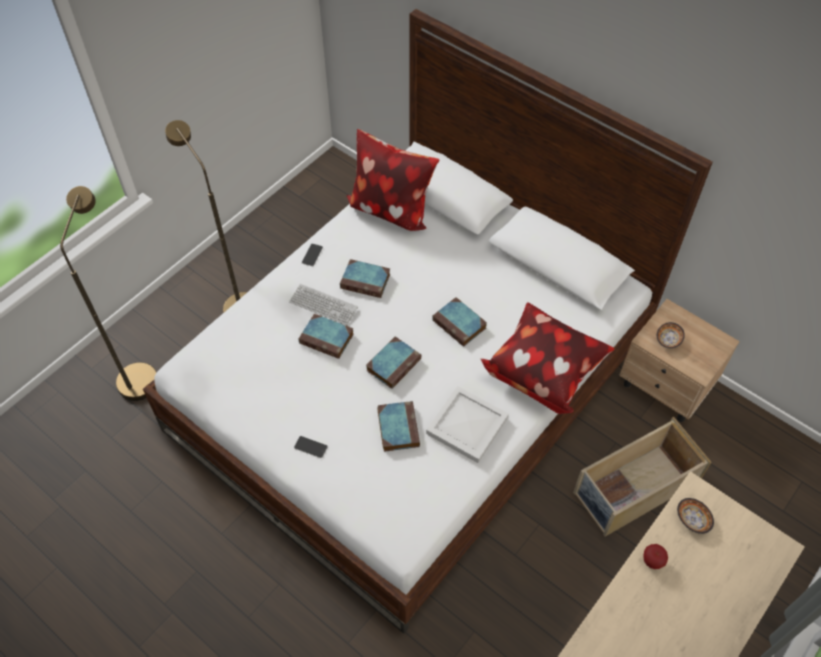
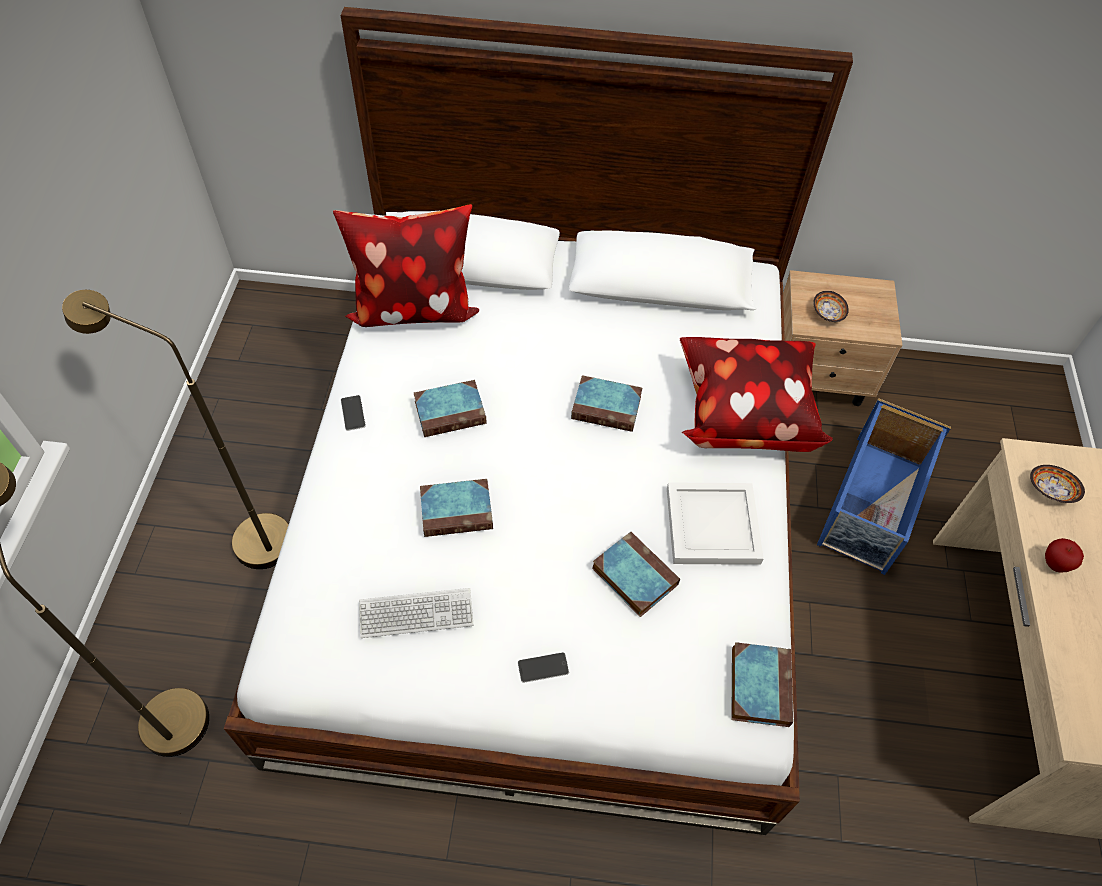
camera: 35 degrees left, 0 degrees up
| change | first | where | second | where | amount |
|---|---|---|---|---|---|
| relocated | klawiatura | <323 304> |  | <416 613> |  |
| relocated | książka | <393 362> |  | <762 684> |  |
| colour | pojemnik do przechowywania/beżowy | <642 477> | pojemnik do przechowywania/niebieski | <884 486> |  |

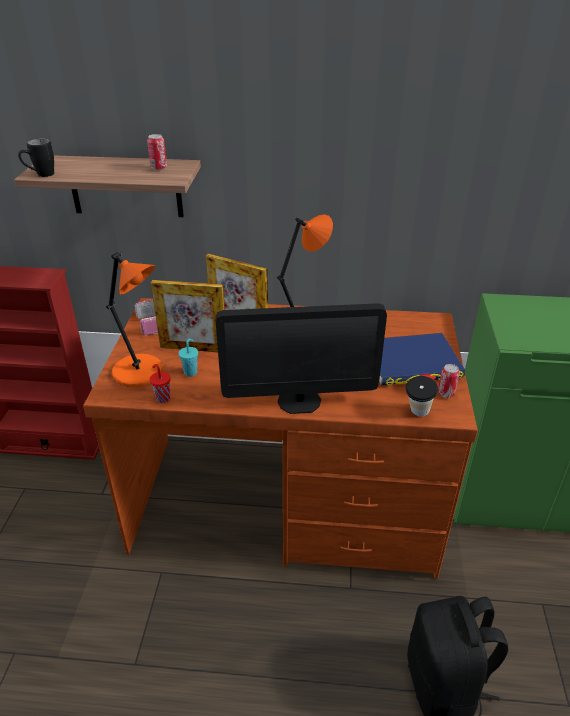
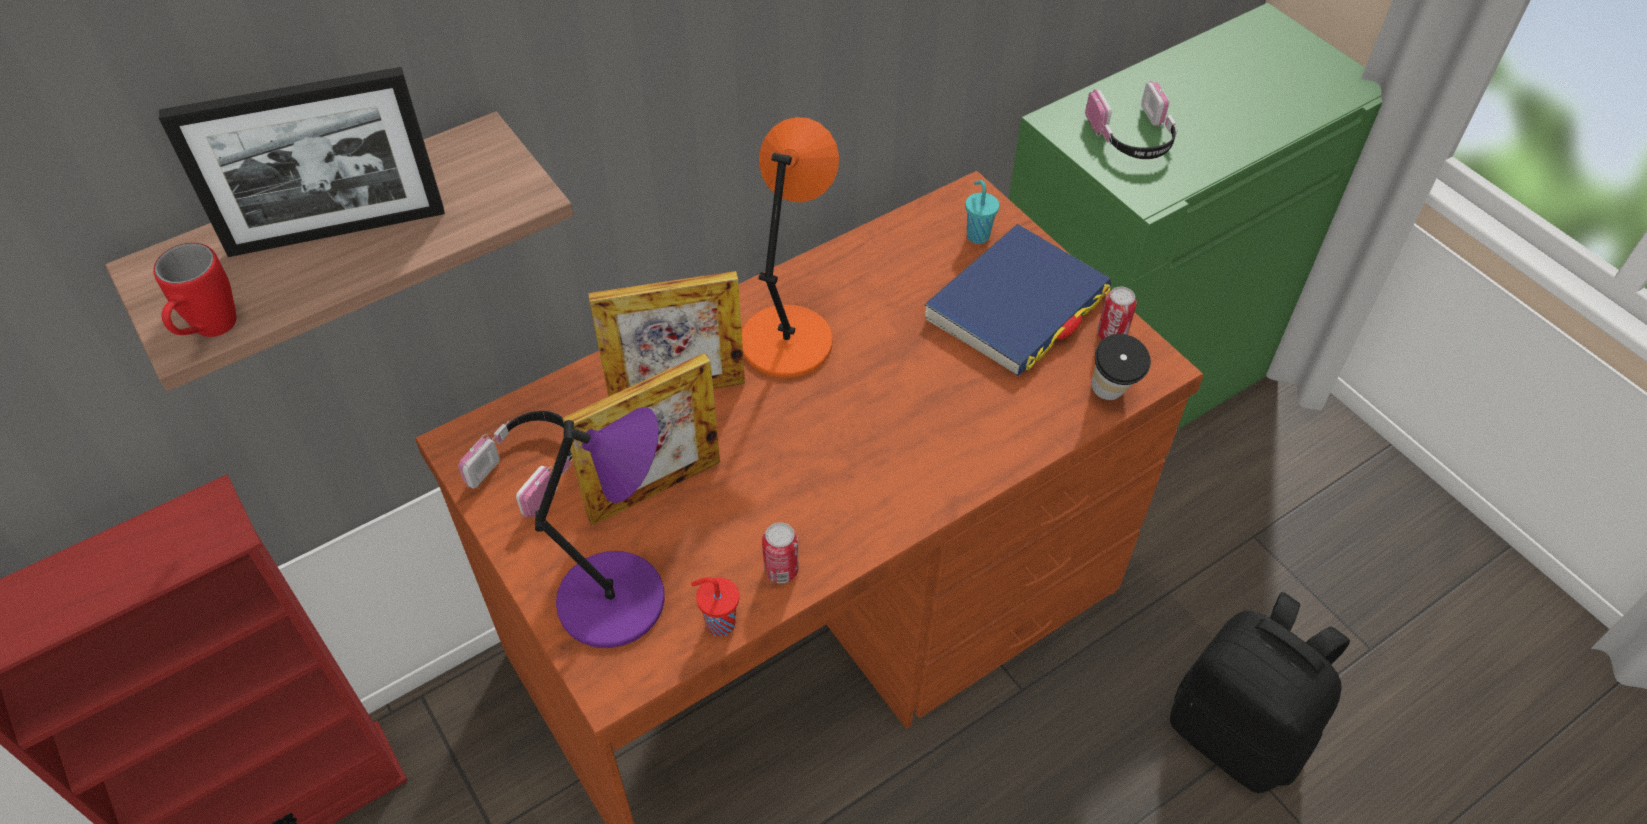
camera: 40 degrees left, 15 degrees up
| change | first | where | second | where | amount |
|---|---|---|---|---|---|
| missing | monitor | <301 358> |  |  |  |
| appeared |  |  | ramka na zdjęcie | <302 162> |  |
| appeared |  |  | słuchawki | <1131 120> |  |
| relocated | puszka | <157 152> |  | <780 552> |  |
| relocated | filiżanka/turkusowy | <188 357> |  | <982 212> |  |
| colour | kubek/czarny | <36 157> | kubek/czerwony | <195 290> |  |
| colour | lampa stołowa/pomarańczowy | <134 319> | lampa stołowa/fioletowy | <600 527> |  |

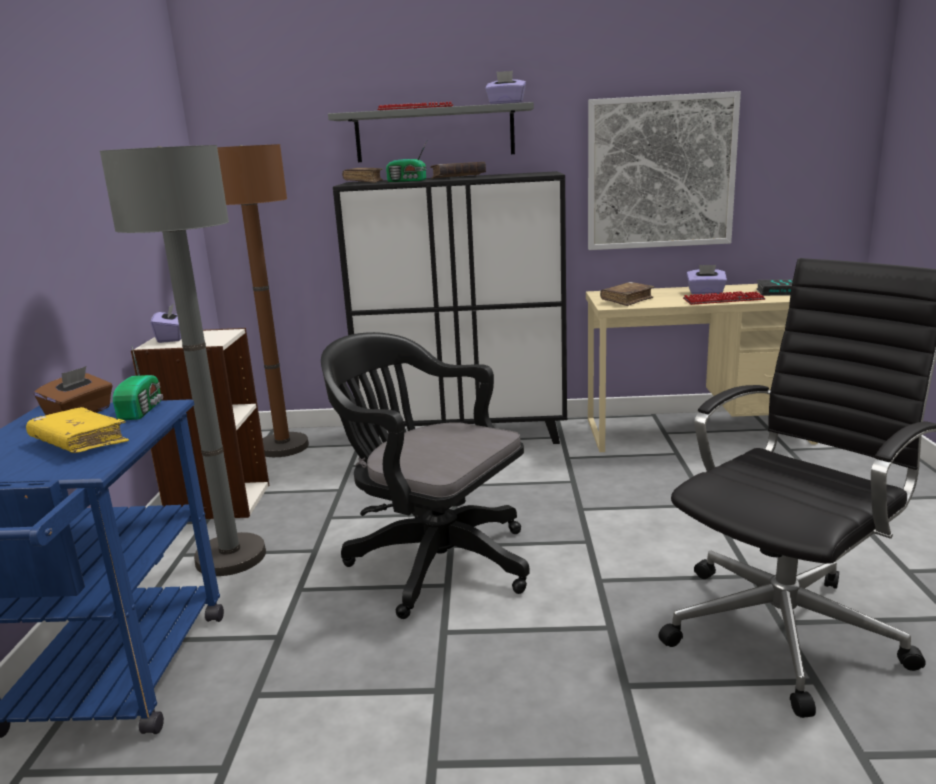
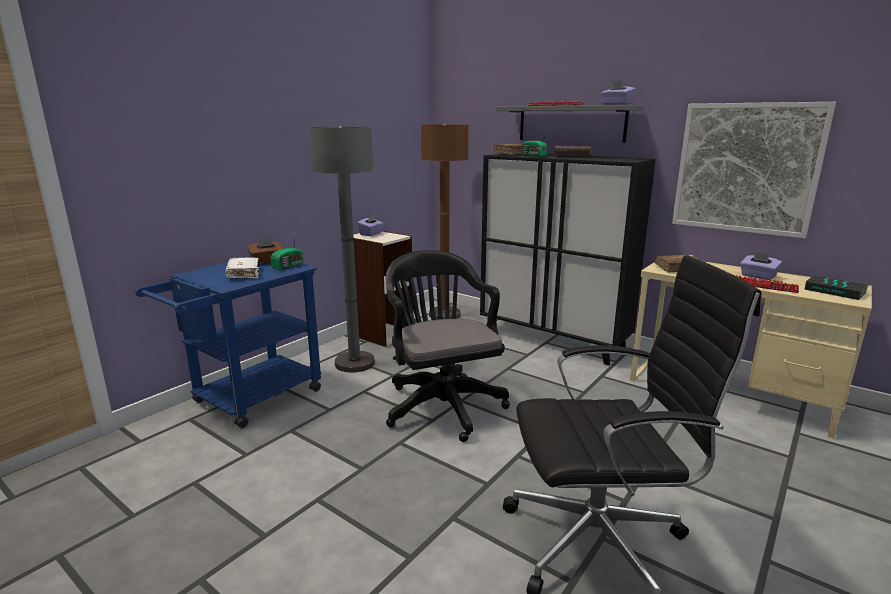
camera: 35 degrees right, 0 degrees up
| change | first | where | second | where | amount |
|---|---|---|---|---|---|
| colour | książka/żółty | <77 430> | książka/biały | <242 268> |  |

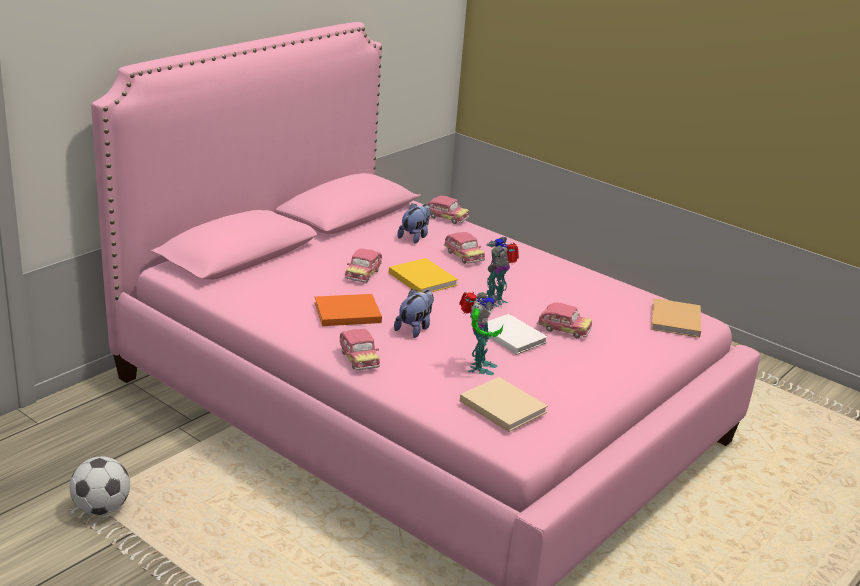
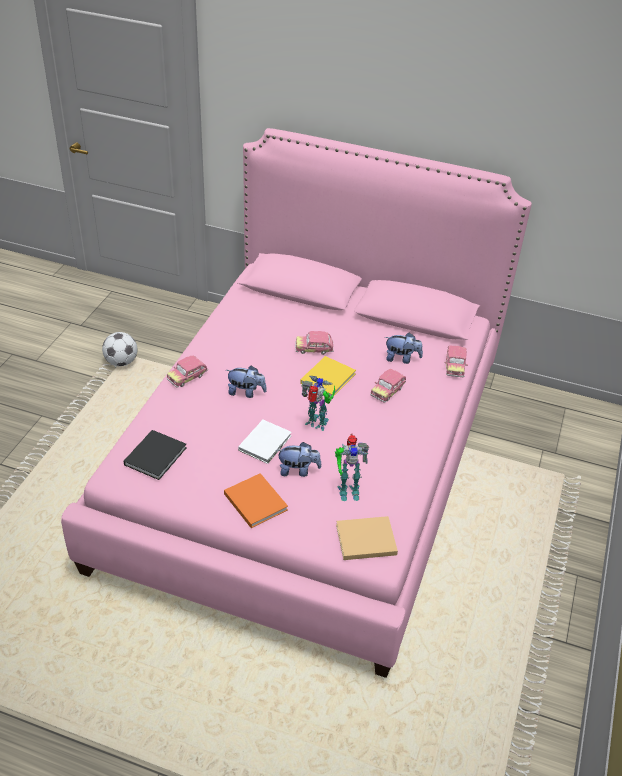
camera: 70 degrees right, 15 degrees up
| change | first | where | second | where | amount |
|---|---|---|---|---|---|
| relocated | książka/pomarańczowy | <348 310> |  | <256 500> |  |
| relocated | robot zabawkowy | <481 333> |  | <352 467> |  |
| exchanged | samochodzik | <564 320> | pluszak | <299 459> |  |
| colour | książka/beżowy | <504 404> | książka/czarny | <155 455> |  |

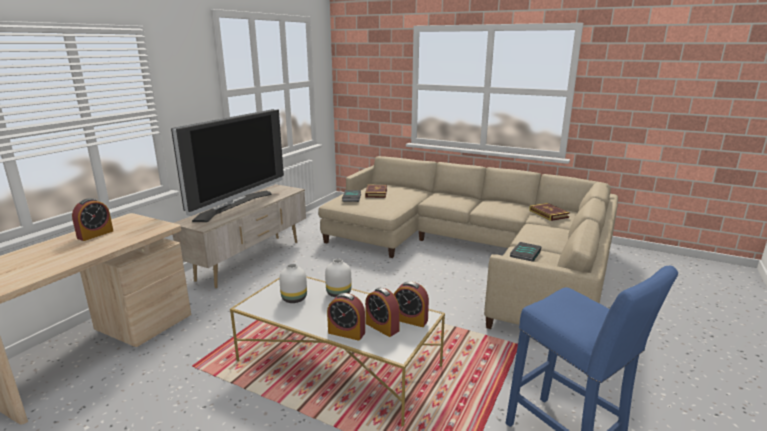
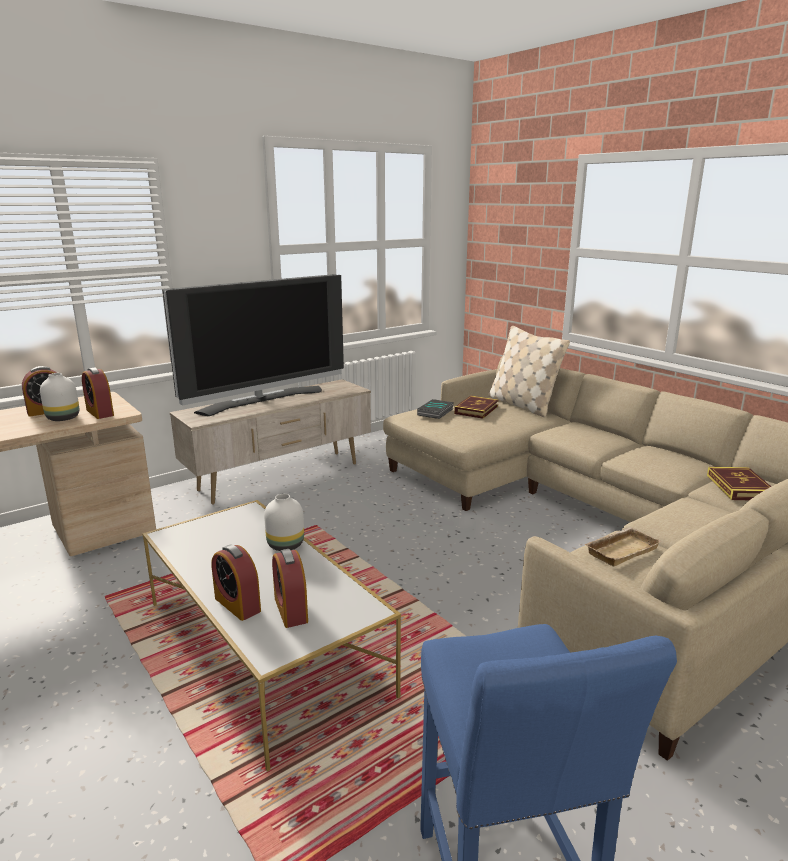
camera: 25 degrees right, 0 degrees up
| change | first | where | second | where | amount |
|---|---|---|---|---|---|
| appeared |  |  | poduszka/beżowy | <529 371> |  |
| relocated | wazon/biały | <293 283> |  | <59 397> |  |
| relocated | budzik | <411 304> |  | <98 393> |  |
| exchanged | książka | <526 252> | taca/beżowy | <622 546> |  |

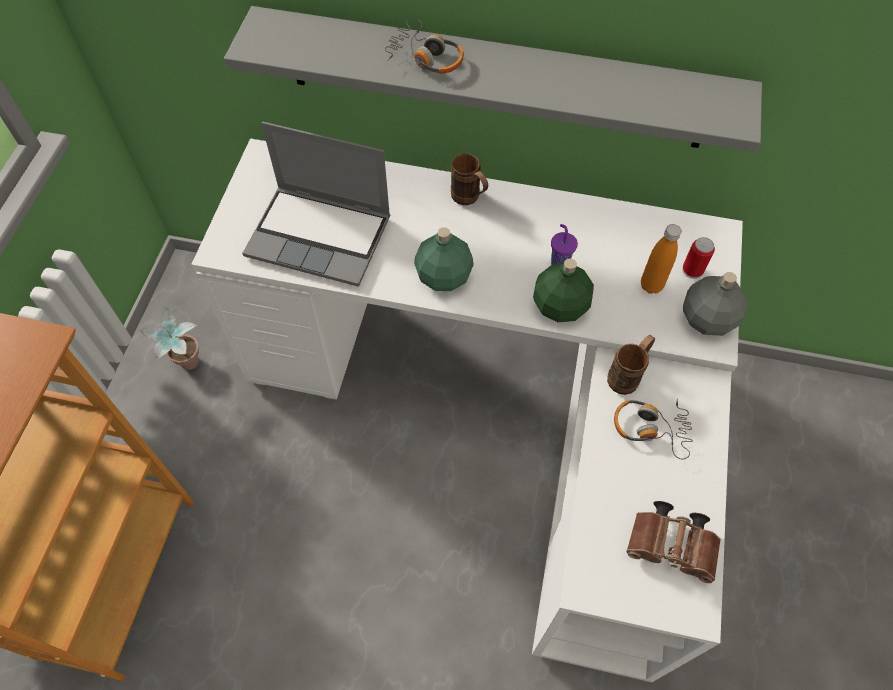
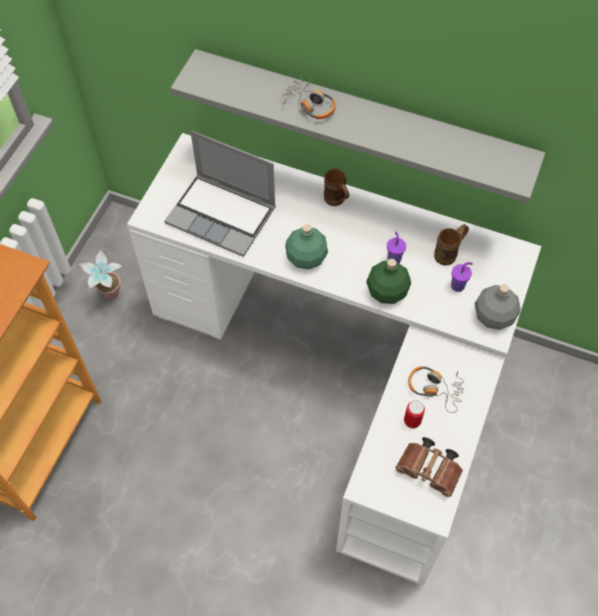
camera: 10 degrees right, 0 degrees up
| change | first | where | second | where | amount |
|---|---|---|---|---|---|
| relocated | kubek/brązowy | <631 365> |  | <451 244> |  |
| relocated | puszka | <698 258> |  | <414 414> |  |
| exchanged | butelka/pomarańczowy | <661 259> | filiżanka/fioletowy | <462 277> |  |

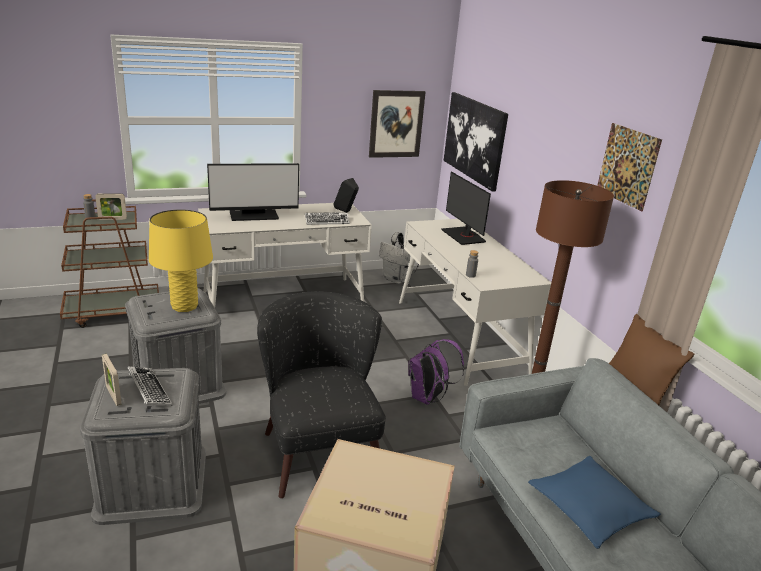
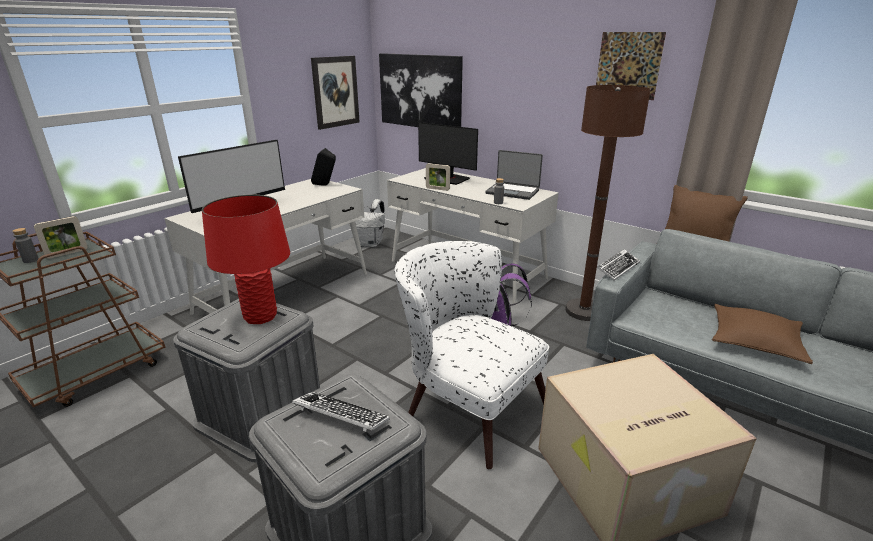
camera: 30 degrees left, 0 degrees up
| change | first | where | second | where | amount |
|---|---|---|---|---|---|
| appeared |  |  | laptop | <514 175> |  |
| relocated | ramka na zdjęcie | <112 380> |  | <438 177> |  |
| relocated | klawiatura | <327 218> |  | <618 265> |  |
| colour | lampa stołowa/żółty | <181 260> | lampa stołowa/czerwony | <246 259> |  |
| colour | fotel/czarny | <321 394> | fotel/biały | <471 355> |  |
| colour | poduszka/niebieski | <594 502> | poduszka/brązowy | <762 334> |  |

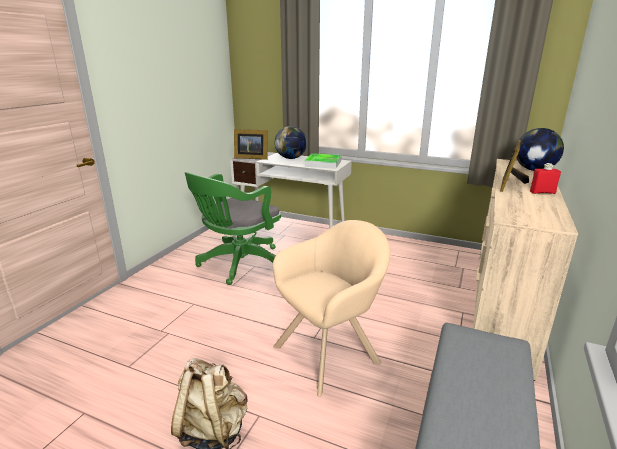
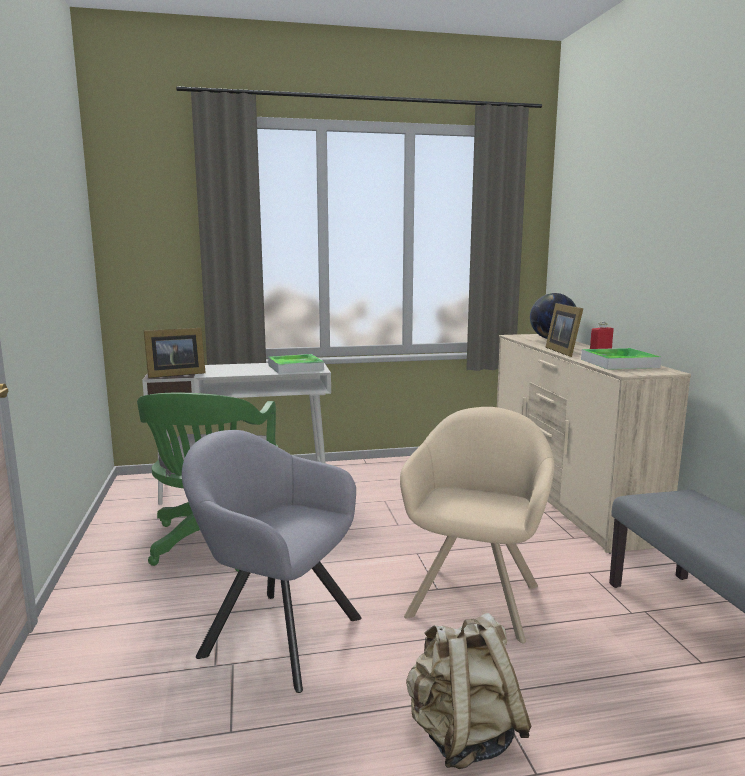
camera: 35 degrees left, 10 degrees down
| change | first | where | second | where | amount |
|---|---|---|---|---|---|
| missing | globus | <291 142> |  |  |  |
| appeared |  |  | fotel/szary | <271 561> |  |
| appeared |  |  | taca | <621 359> |  |

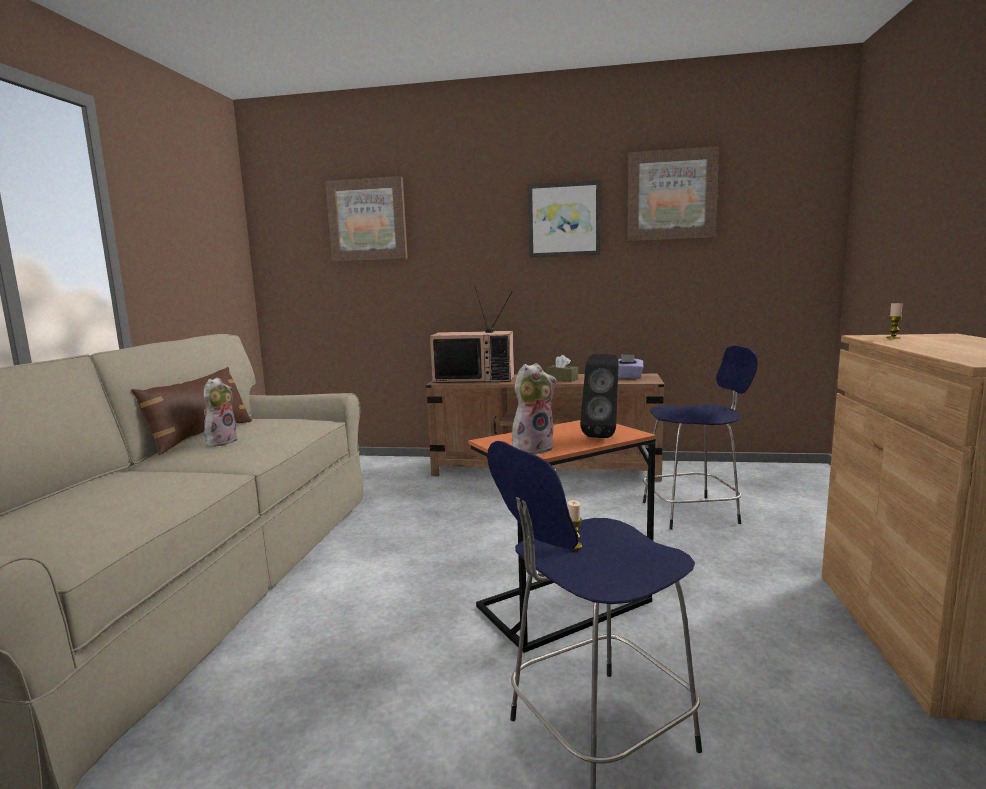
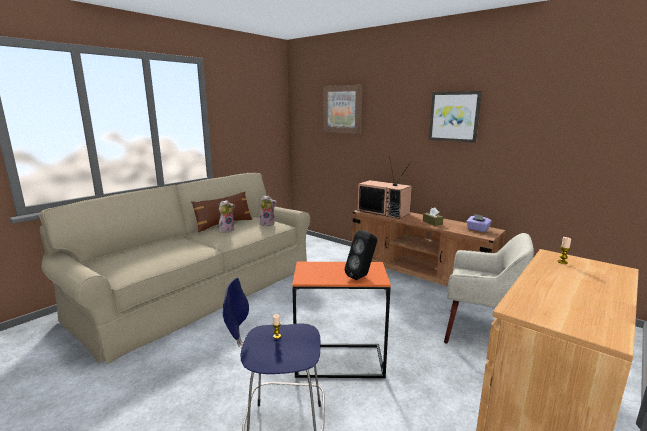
camera: 30 degrees right, 5 degrees up
| change | first | where | second | where | amount |
|---|---|---|---|---|---|
| missing | obraz | <673 194> |  |  |  |
| relocated | pluszak | <534 408> |  | <268 211> |  |
| exchanged | stołek/niebieski | <700 438> | fotel/beżowy | <489 288> |  |

